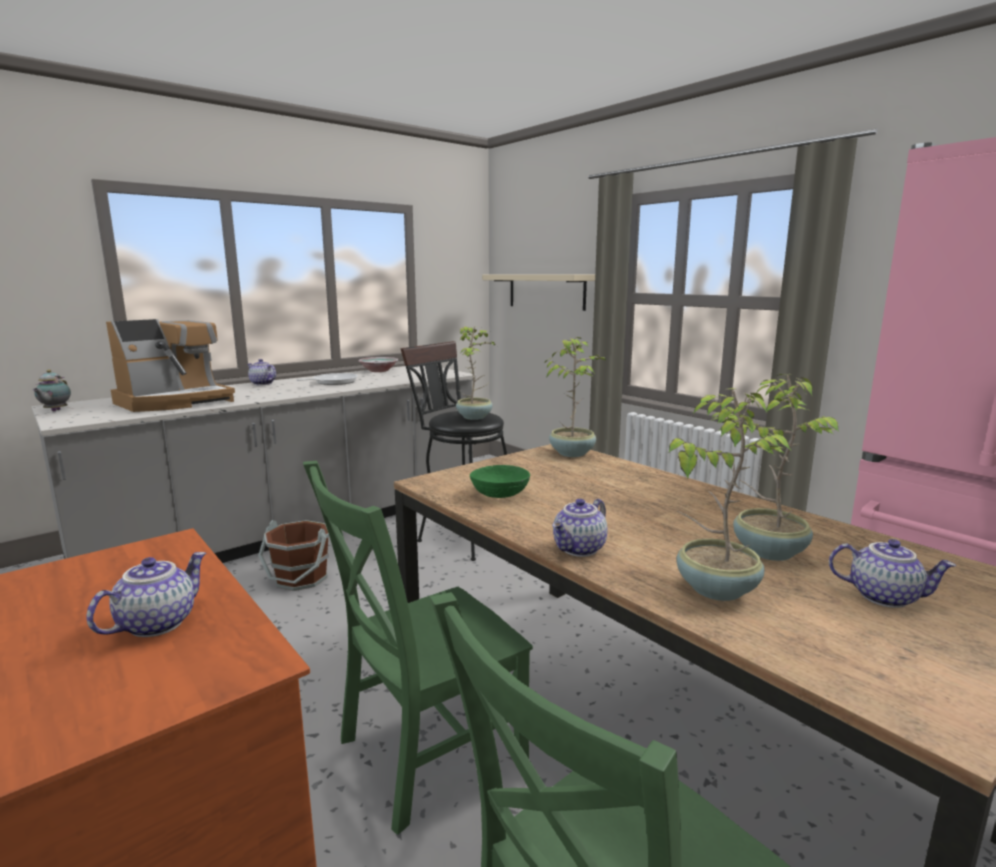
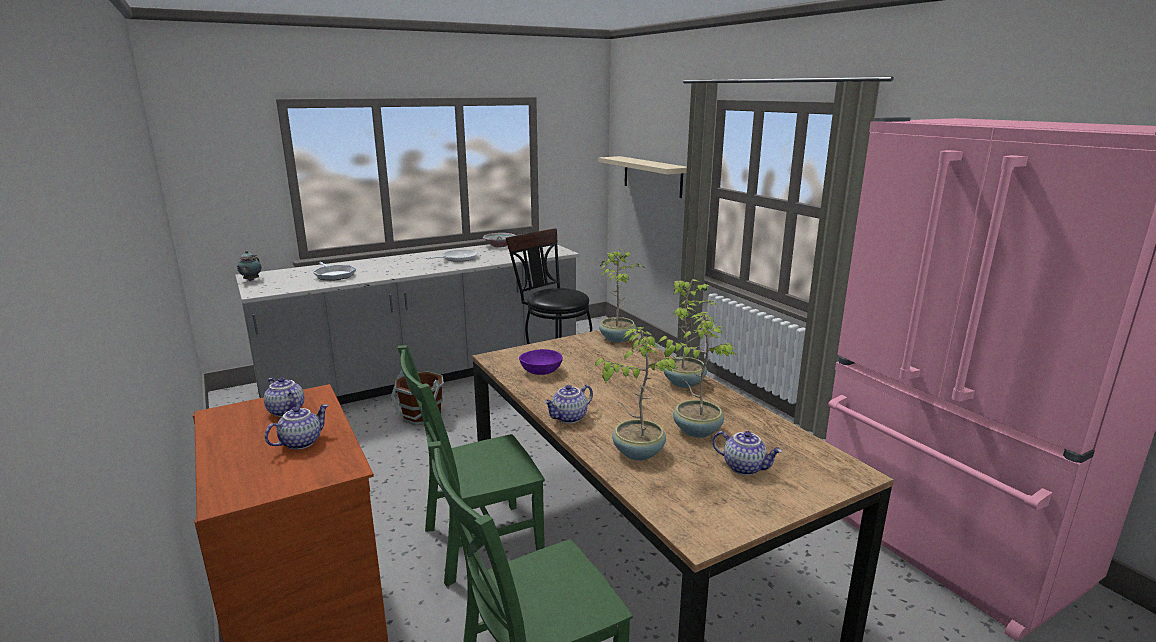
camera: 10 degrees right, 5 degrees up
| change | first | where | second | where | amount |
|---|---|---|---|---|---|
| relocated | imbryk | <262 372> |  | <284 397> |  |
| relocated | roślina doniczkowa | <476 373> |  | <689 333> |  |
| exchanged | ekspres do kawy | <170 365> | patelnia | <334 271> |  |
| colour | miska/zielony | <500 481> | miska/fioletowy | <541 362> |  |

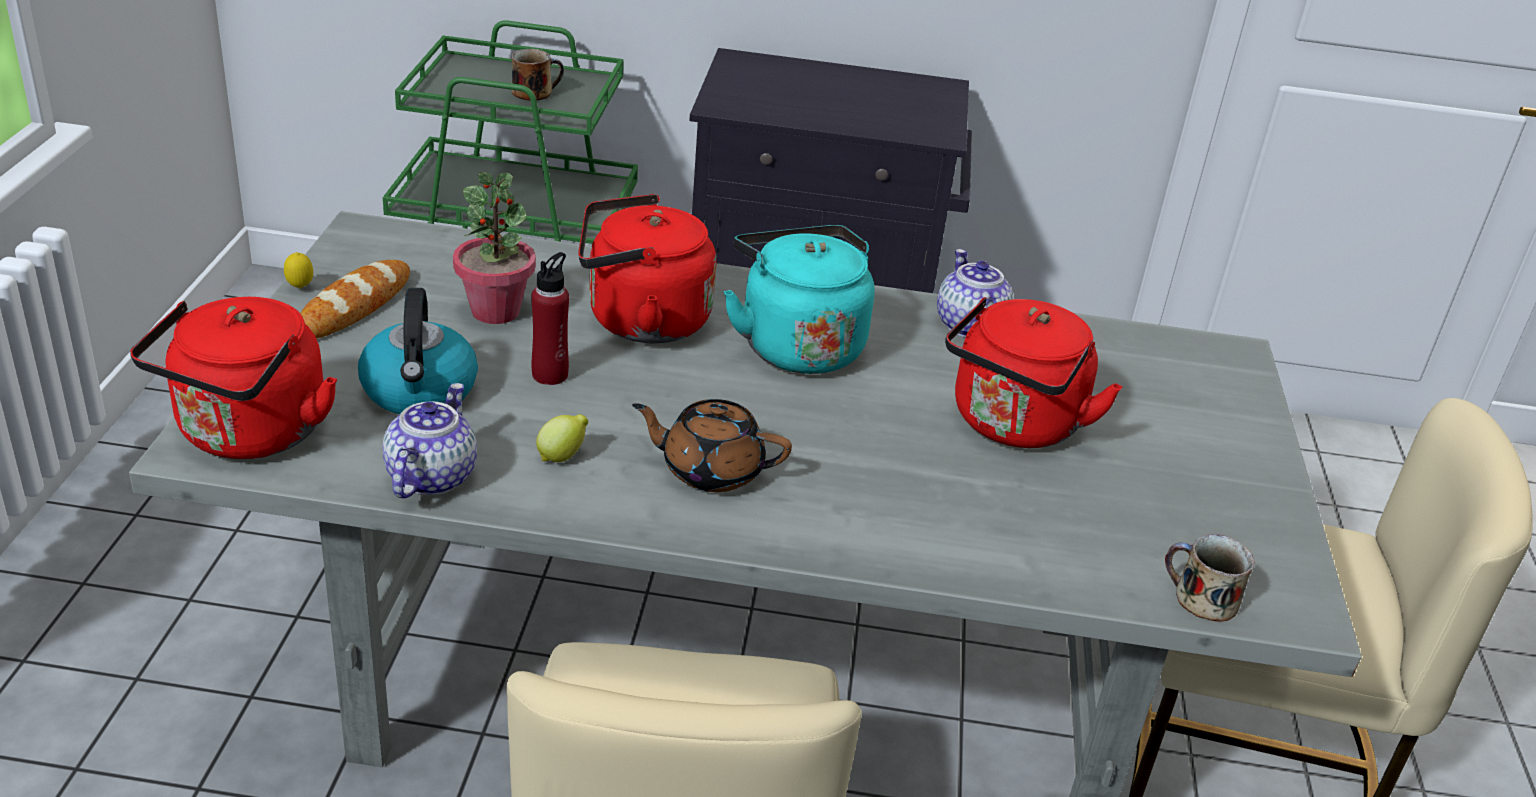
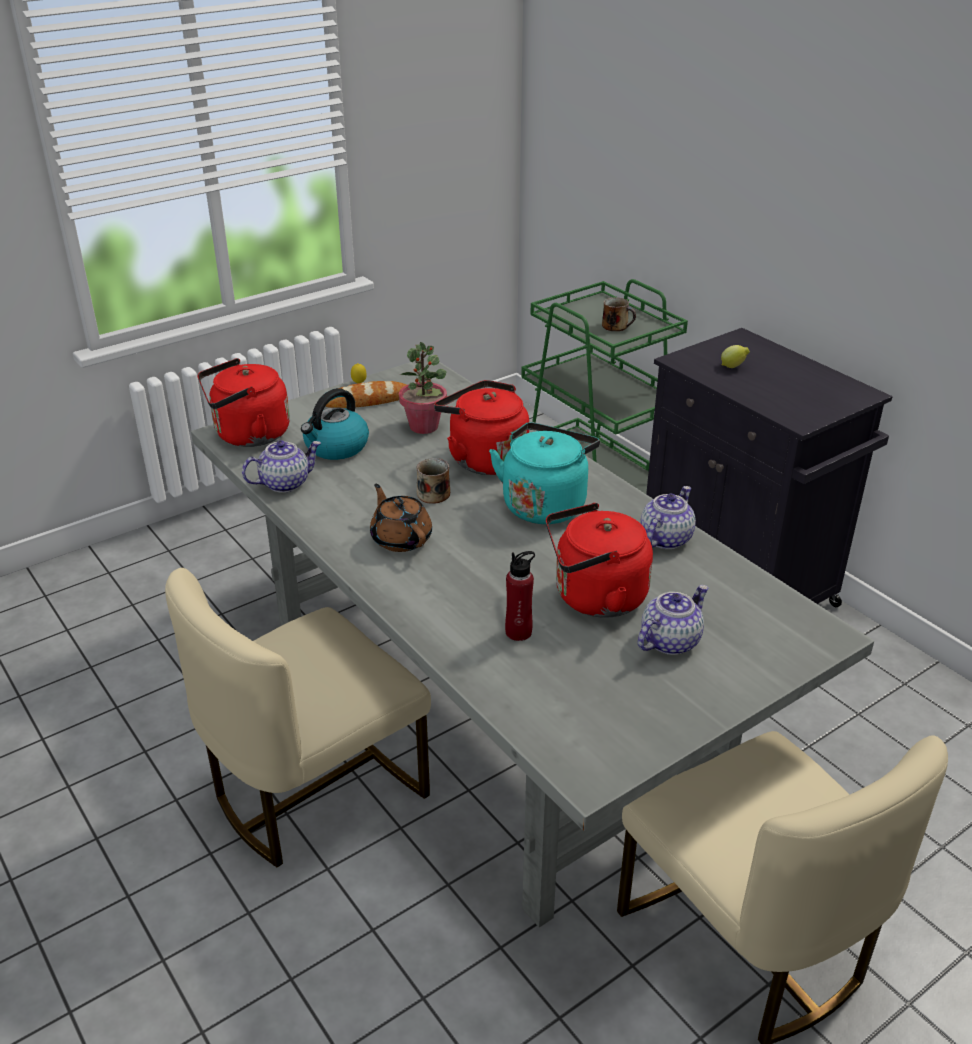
camera: 50 degrees right, 0 degrees up
| change | first | where | second | where | amount |
|---|---|---|---|---|---|
| appeared |  |  | imbryk | <673 620> |  |
| relocated | butelka/czerwony | <550 318> |  | <520 596> |  |
| relocated | cytryna | <562 438> |  | <735 356> |  |
| relocated | kubek | <1210 578> |  | <433 481> |  |

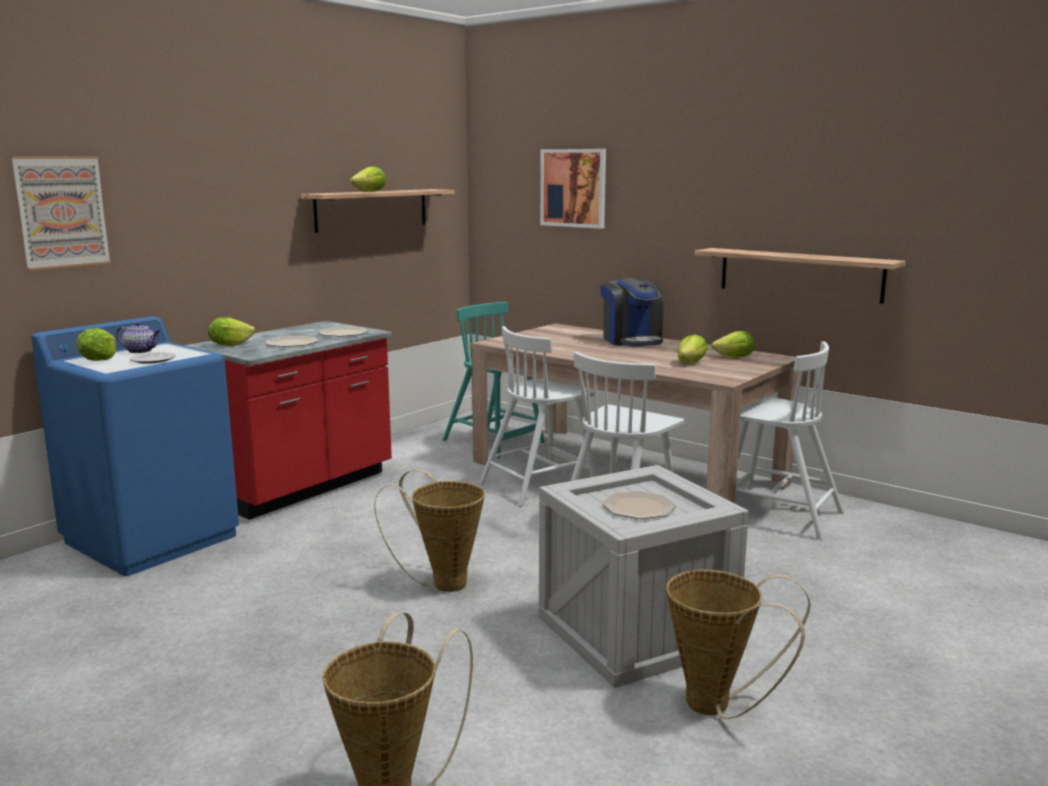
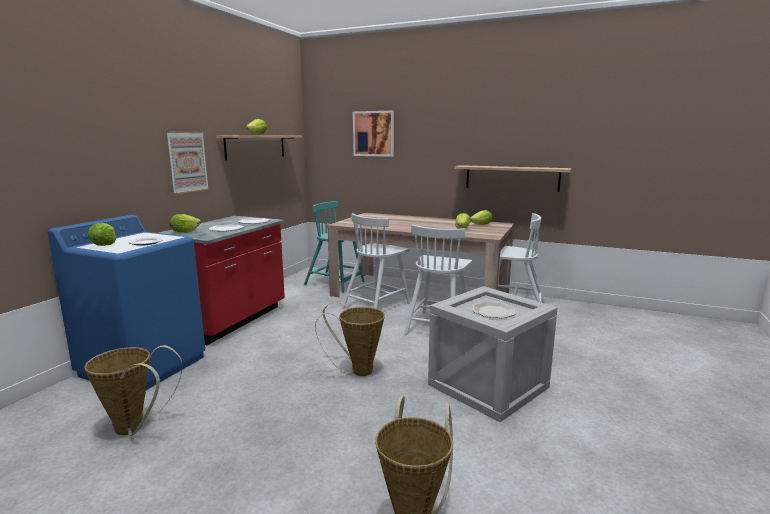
camera: 15 degrees left, 0 degrees up
| change | first | where | second | where | amount |
|---|---|---|---|---|---|
| missing | imbryk | <138 337> |  |  |  |
| missing | ekspres do kawy | <632 312> |  |  |  |
| relocated | obraz | <61 213> |  | <187 163> |  |
| relocated | koszyk | <738 644> |  | <133 390> |  |

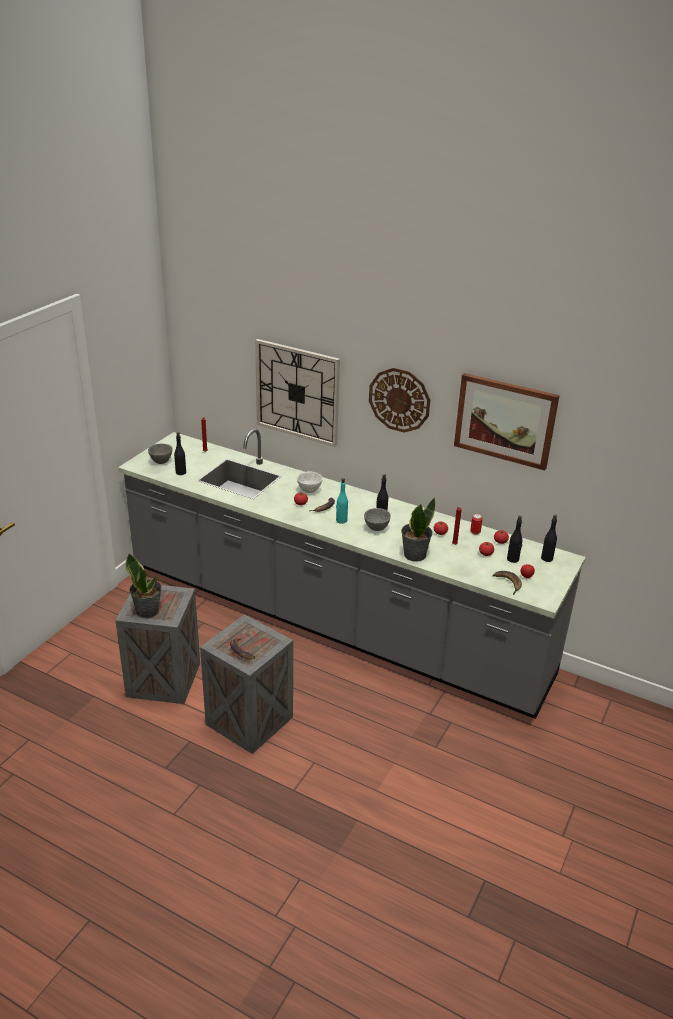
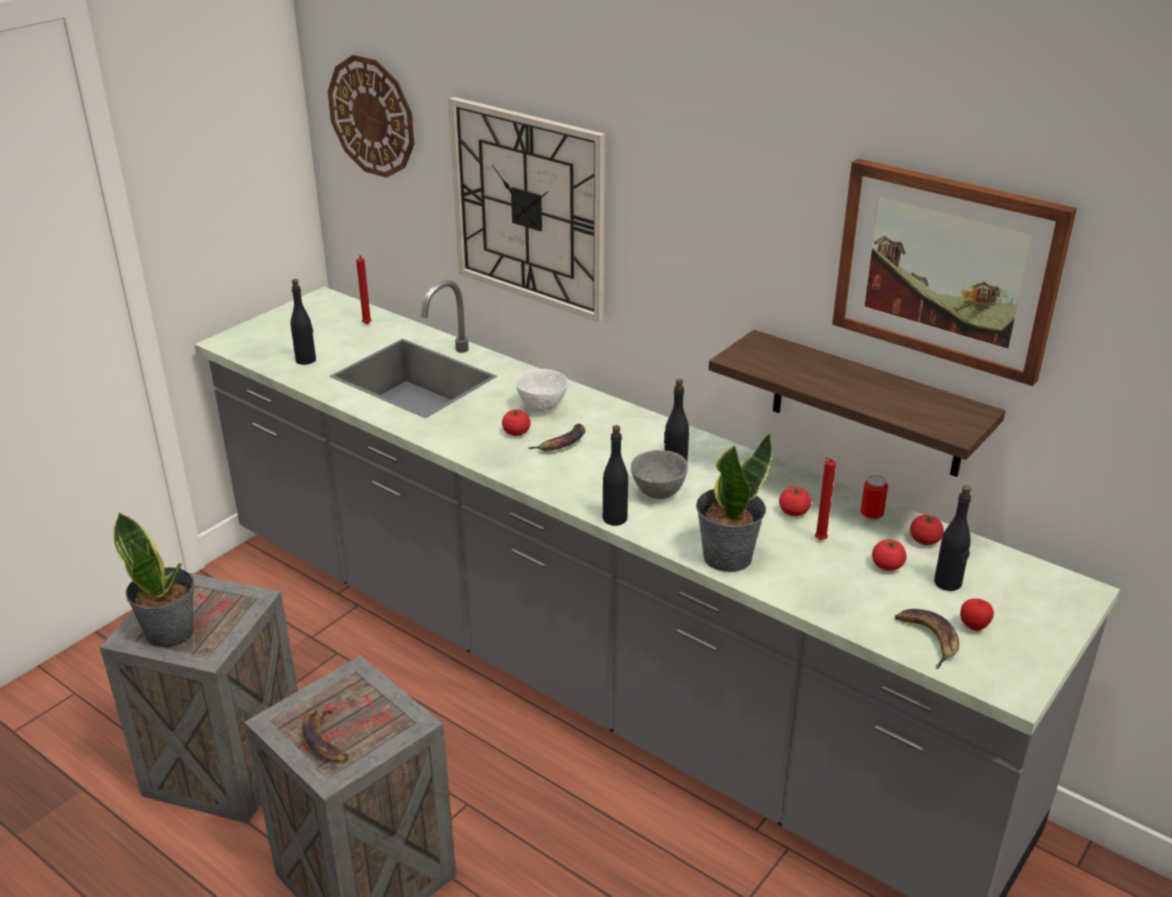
camera: 10 degrees right, 0 degrees up
| change | first | where | second | where | amount |
|---|---|---|---|---|---|
| missing | miska/szary | <160 454> |  |  |  |
| missing | butelka/turkusowy | <342 501> |  |  |  |
| appeared |  |  | półka | <857 403> |  |
| relocated | zegar ścienny | <399 400> |  | <371 116> |  |
| relocated | butelka/czarny | <549 538> |  | <615 475> |  |

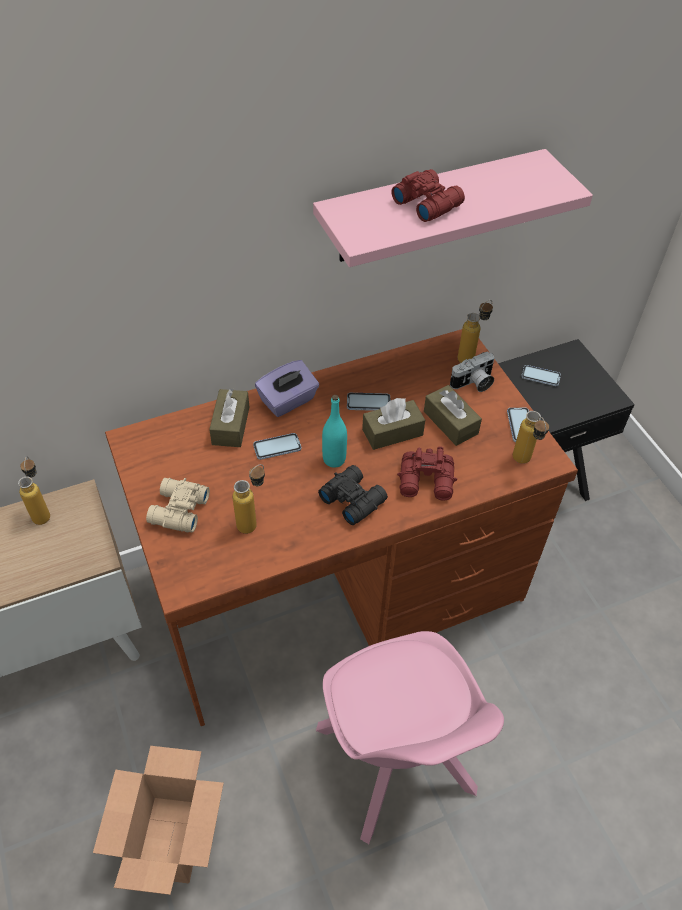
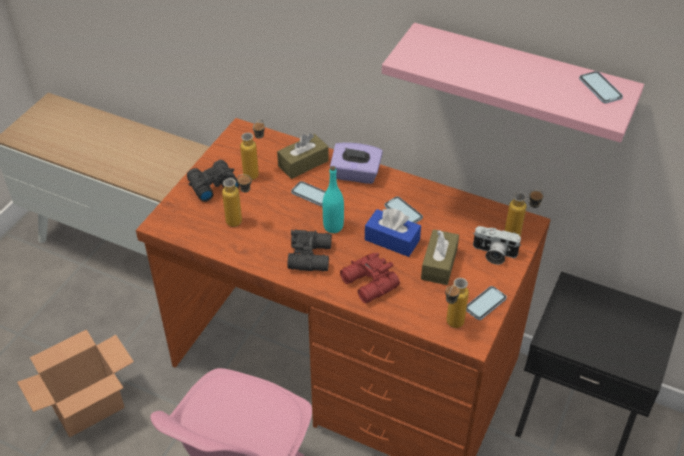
camera: 50 degrees right, 5 degrees down
| change | first | where | second | where | amount |
|---|---|---|---|---|---|
| missing | lornetka/czerwony | <428 195> |  |  |  |
| relocated | butelka | <34 490> |  | <252 150> |  |
| relocated | telefon | <541 375> |  | <601 87> |  |
| colour | lornetka/beżowy | <178 505> | lornetka/czarny | <213 181> |  |
| colour | pudełko chusteczek/brązowy | <393 424> | pudełko chusteczek/niebieski | <393 232> |  |

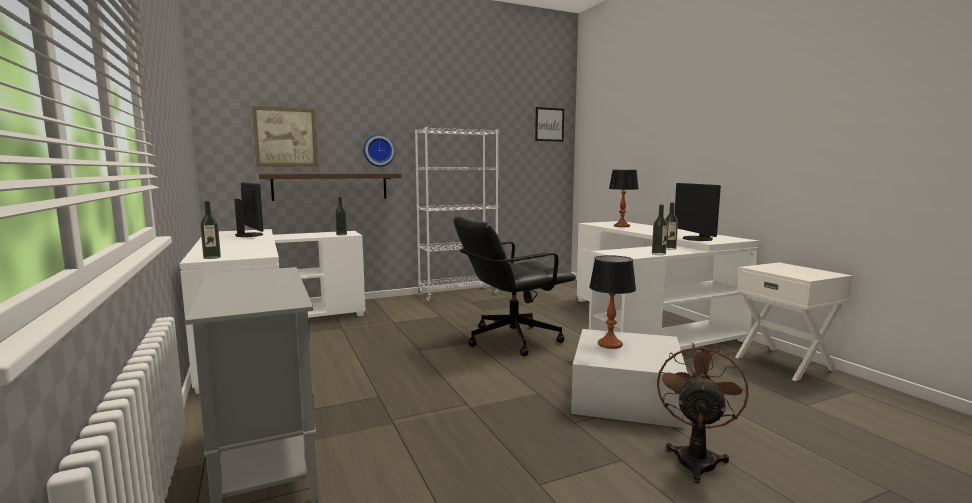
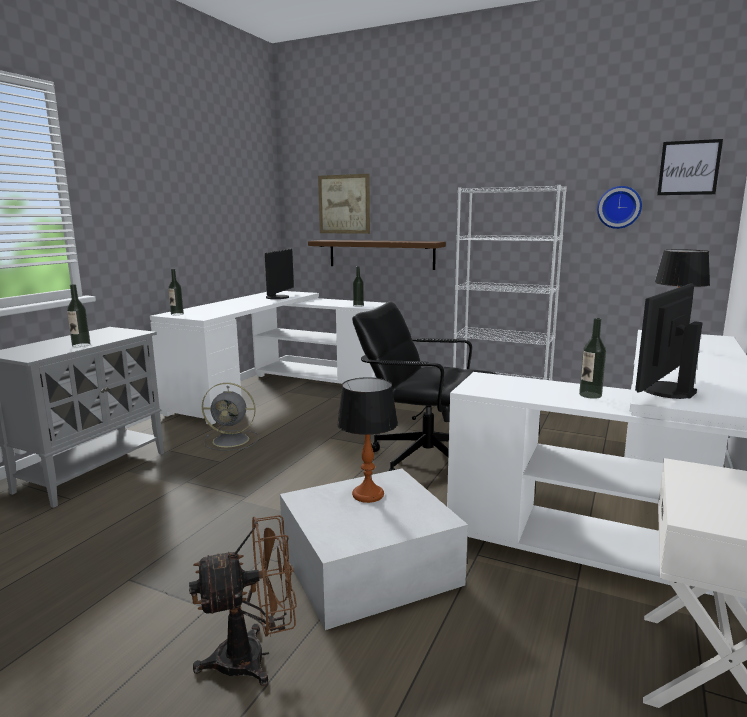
camera: 50 degrees right, 5 degrees up
| change | first | where | second | where | amount |
|---|---|---|---|---|---|
| appeared |  |  | wentylator/szary | <230 417> |  |
| relocated | zegar ścienny | <379 150> |  | <619 207> |  |
| relocated | butelka | <660 230> |  | <79 315> |  |

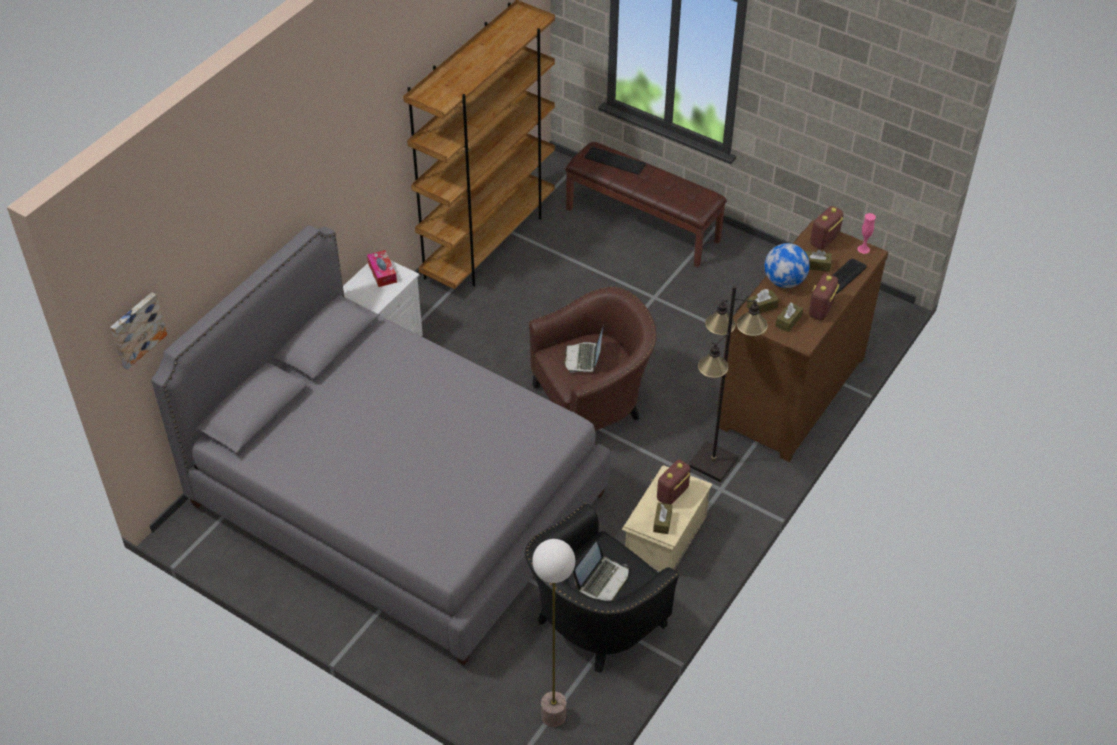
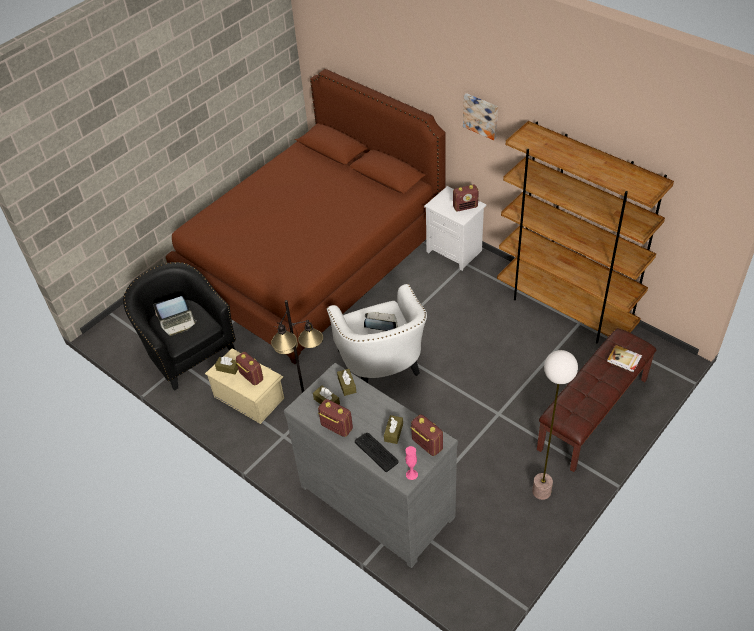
camera: 100 degrees right, 0 degrees up
| change | first | where | second | where | amount |
|---|---|---|---|---|---|
| missing | globus | <787 265> |  |  |  |
| relocated | obraz | <138 330> |  | <480 116> |  |
| relocated | lampa stojąca | <553 633> |  | <555 425> |  |
| exchanged | pudełko chusteczek | <382 268> | radio | <466 198> |  |
| exchanged | klawiatura | <615 161> | książka | <624 358> |  |
| colour | łóżko/szary | <380 445> | łóżko/brązowy | <306 216> |  |
| colour | fotel/brązowy | <592 358> | fotel/biały | <377 333> |  |
| colour | komoda/brązowy | <802 341> | komoda/szary | <371 465> |  |
| spun | laptop | <601 571> |  | <175 316> | 60 degrees counterclockwise |

